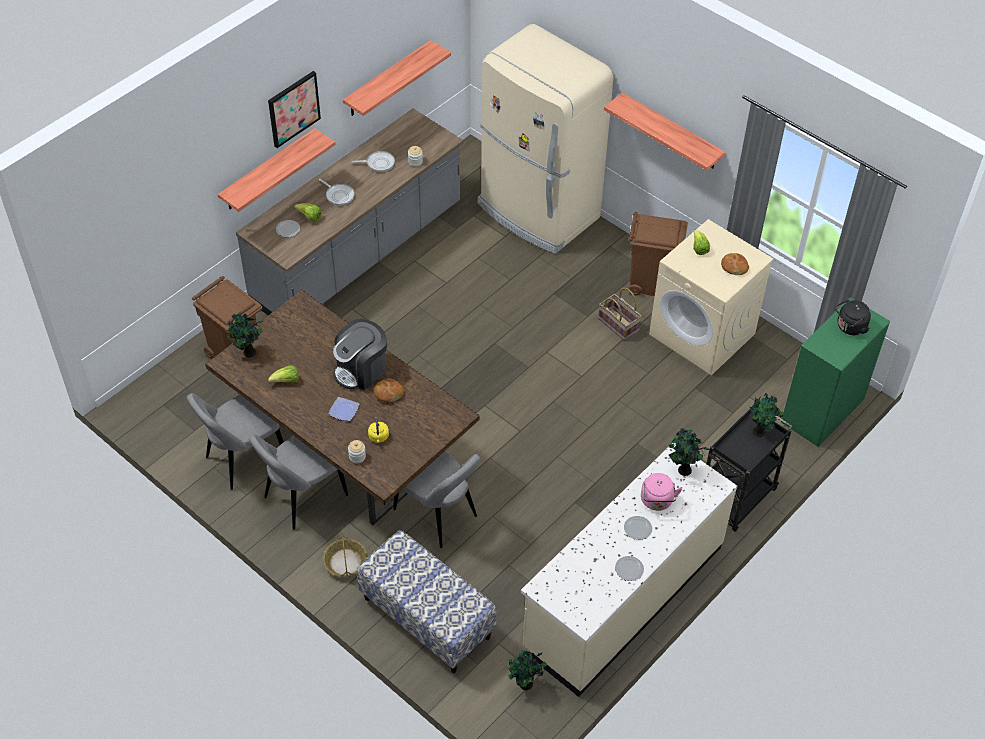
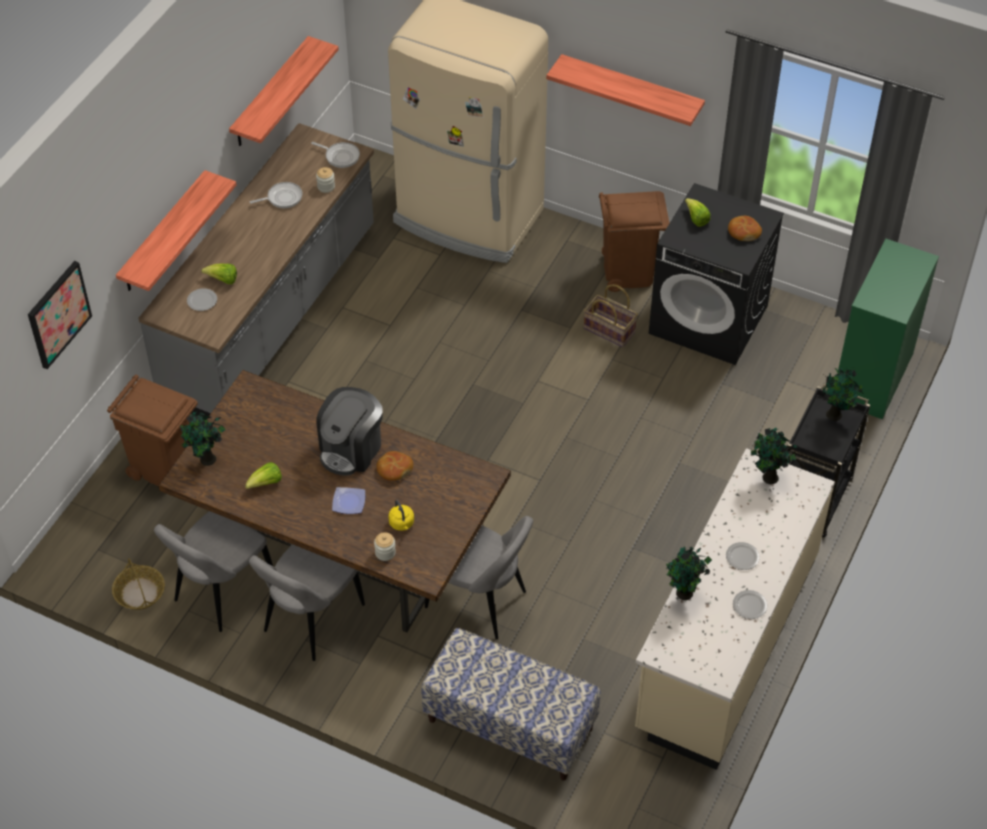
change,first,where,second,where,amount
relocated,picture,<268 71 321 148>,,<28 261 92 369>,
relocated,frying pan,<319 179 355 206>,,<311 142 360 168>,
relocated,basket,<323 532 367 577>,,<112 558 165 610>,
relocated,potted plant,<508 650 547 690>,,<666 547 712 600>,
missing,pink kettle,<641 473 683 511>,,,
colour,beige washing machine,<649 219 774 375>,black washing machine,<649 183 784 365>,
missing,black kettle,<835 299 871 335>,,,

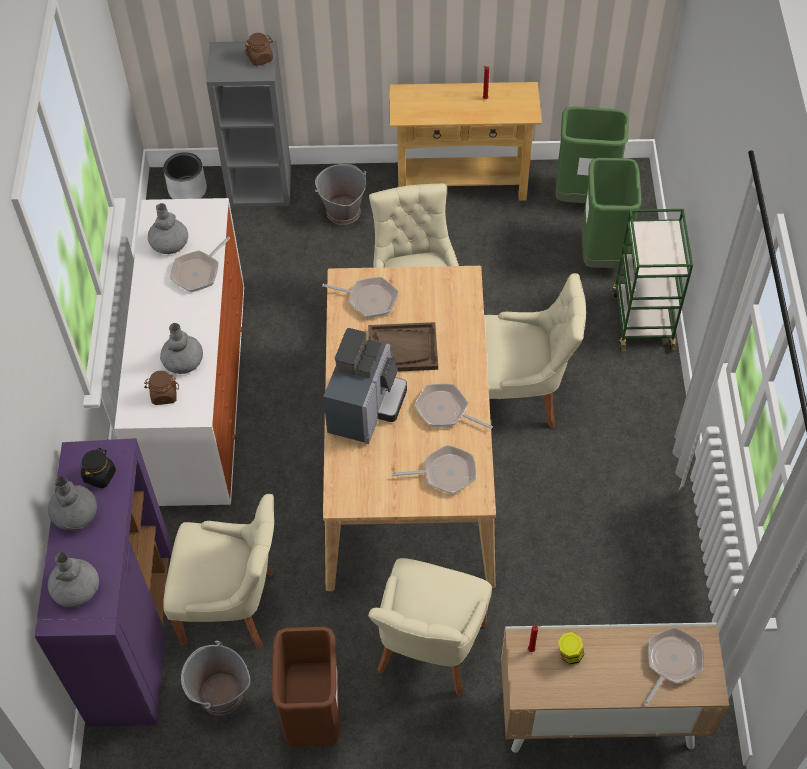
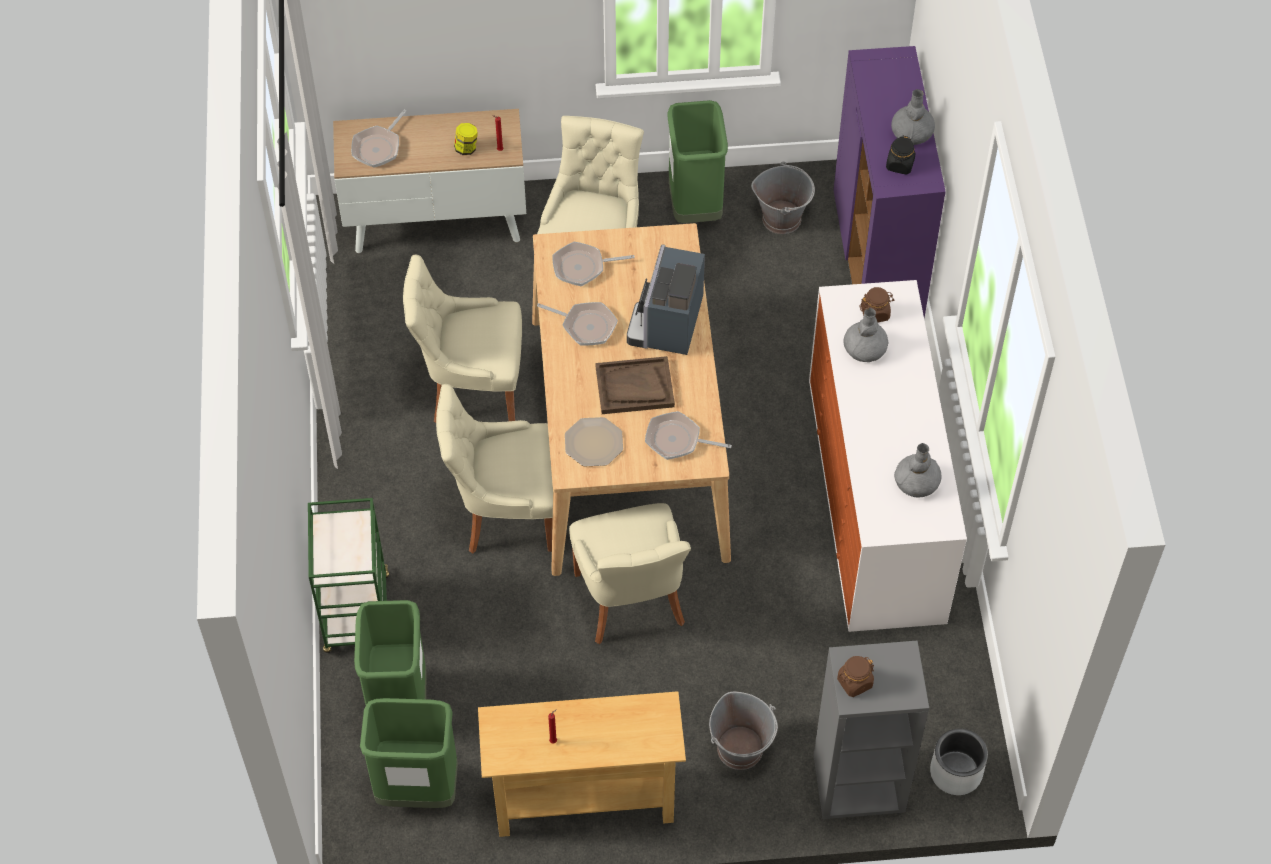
change,first,where,second,where,amount
missing,grey vase,<48 552 99 608>,,,
relocated,beige chair,<163 494 274 649>,,<403 255 522 423>,
missing,frying pan,<170 237 230 292>,,,
colour,brown trash can,<272 627 340 747>,green trash can,<668 100 728 223>,
appeared,,,plate,<565 417 623 466>,

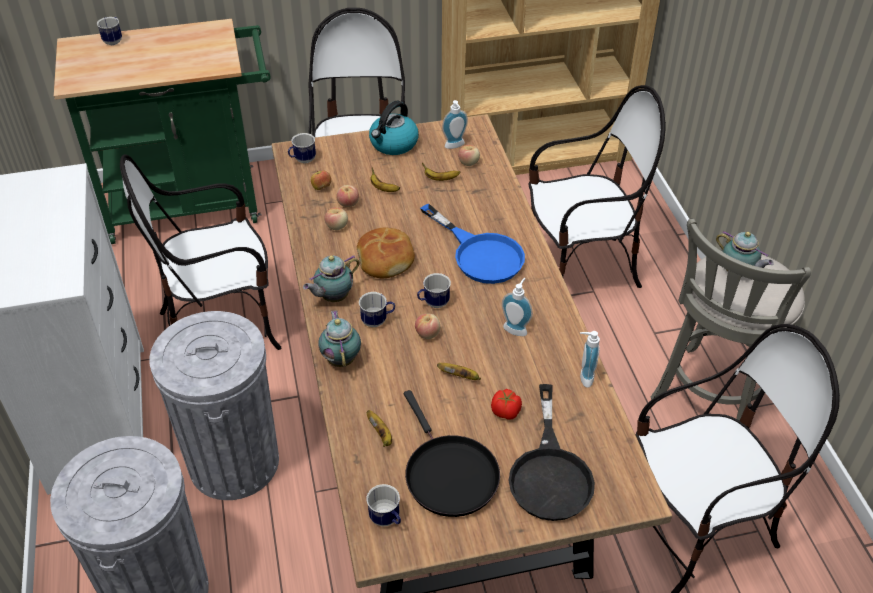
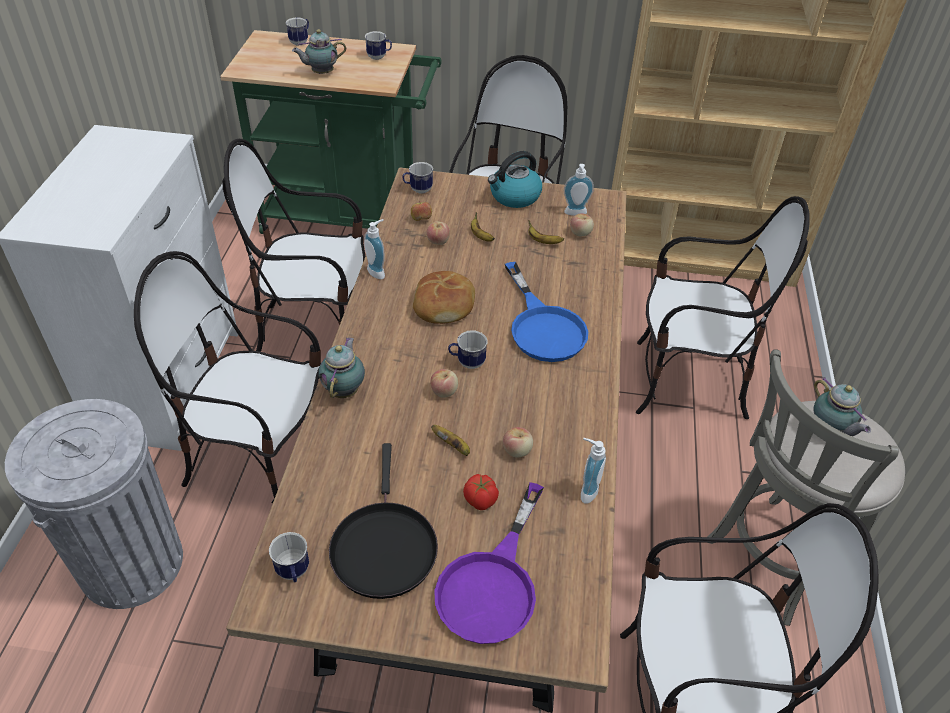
change,first,where,second,where,amount
exchanged,grey trash can,<149 311 279 500>,chair,<134 251 321 504>,
relocated,teapot,<303 255 360 302>,,<292 29 346 74>,
relocated,apple,<324 207 348 230>,,<503 427 533 458>,
relocated,mug,<359 292 395 327>,,<365 31 392 60>,
missing,banana,<367 410 392 447>,,,
relocated,soap dispenser,<502 278 533 336>,,<364 219 385 279>,
colour,black frying pan,<508 384 595 521>,purple frying pan,<434 482 544 644>,

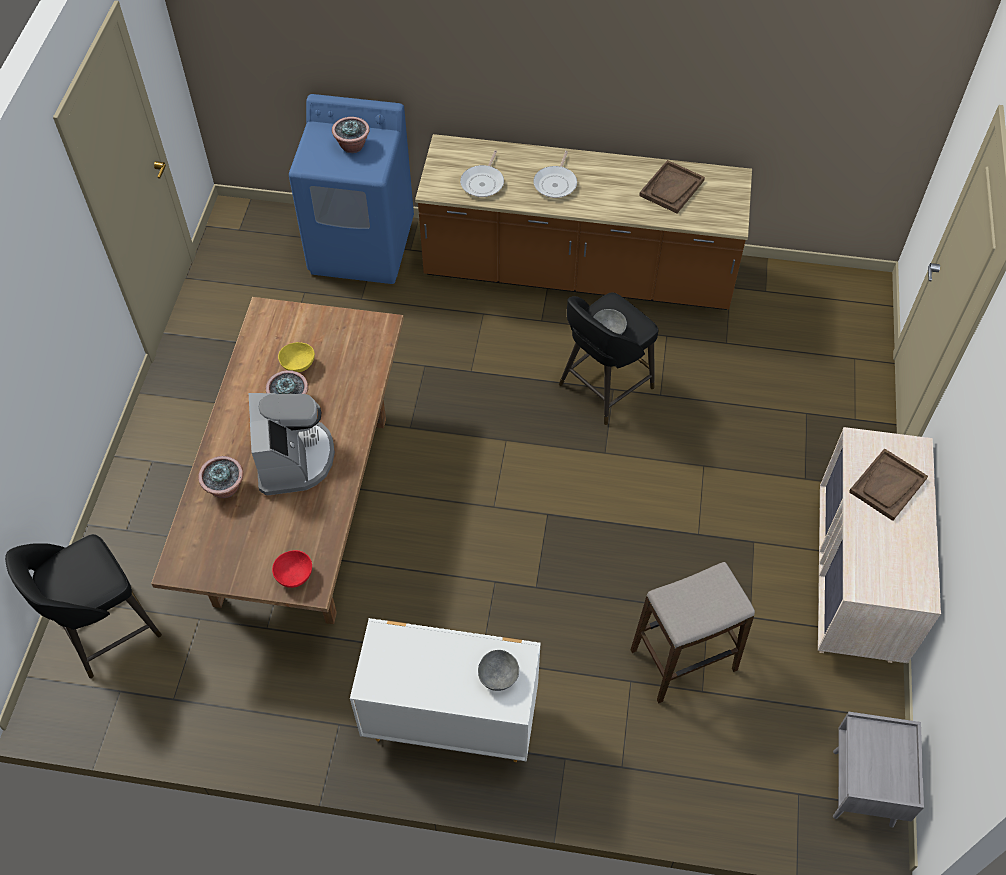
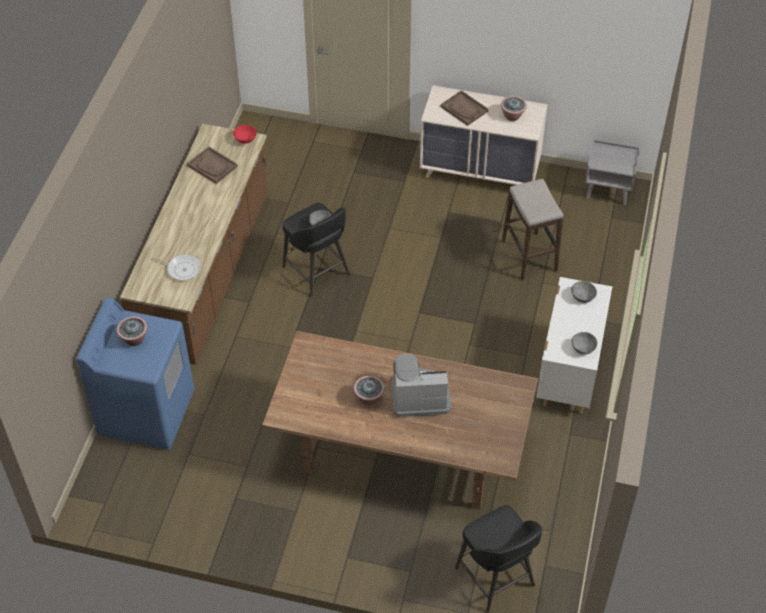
change,first,where,second,where,amount
relocated,potted plant,<198 456 243 498>,,<501 96 527 121>,
relocated,red bowl,<272 550 312 588>,,<233 125 257 144>,
missing,yellow bowl,<278 342 315 372>,,,
missing,frying pan,<533 151 577 198>,,,
appeared,,,grey bowl,<572 332 597 355>,

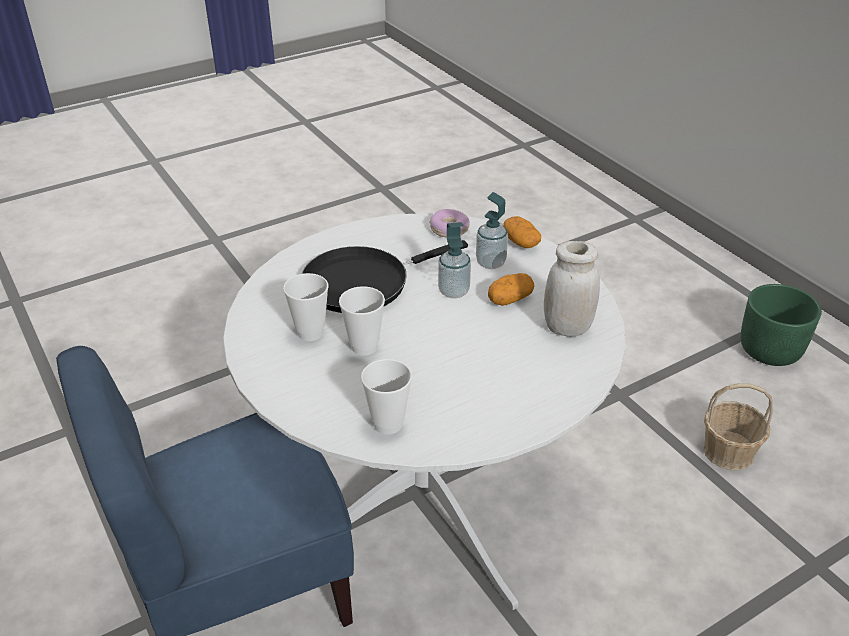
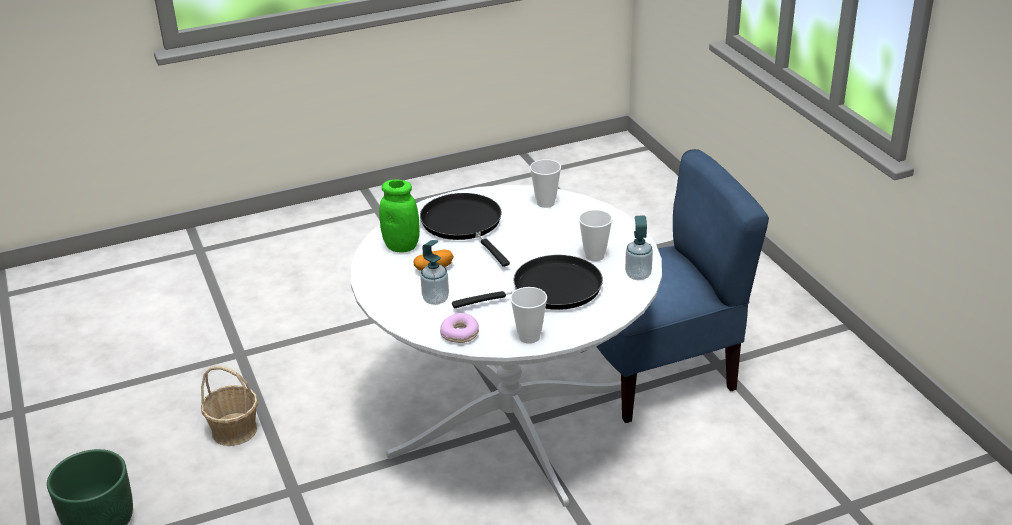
change,first,where,second,where,amount
relocated,cup,<339 286 385 356>,,<510 287 547 344>,
relocated,soap dispenser,<438 222 471 298>,,<625 216 653 280>,
missing,potato,<503 216 541 248>,,,
colour,white jar,<544 241 600 337>,green jar,<379 179 420 253>,
appeared,,,black frying pan,<420 193 510 267>,

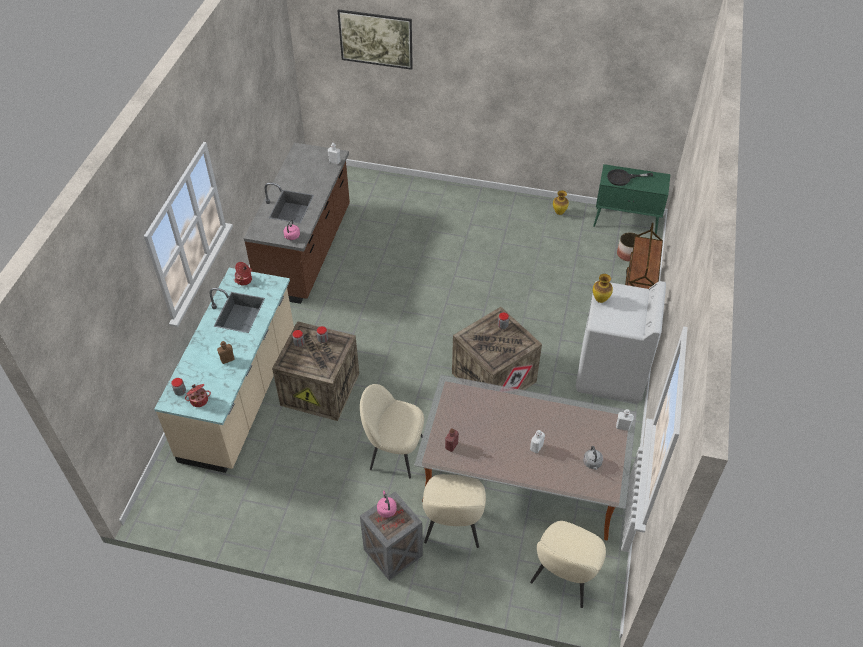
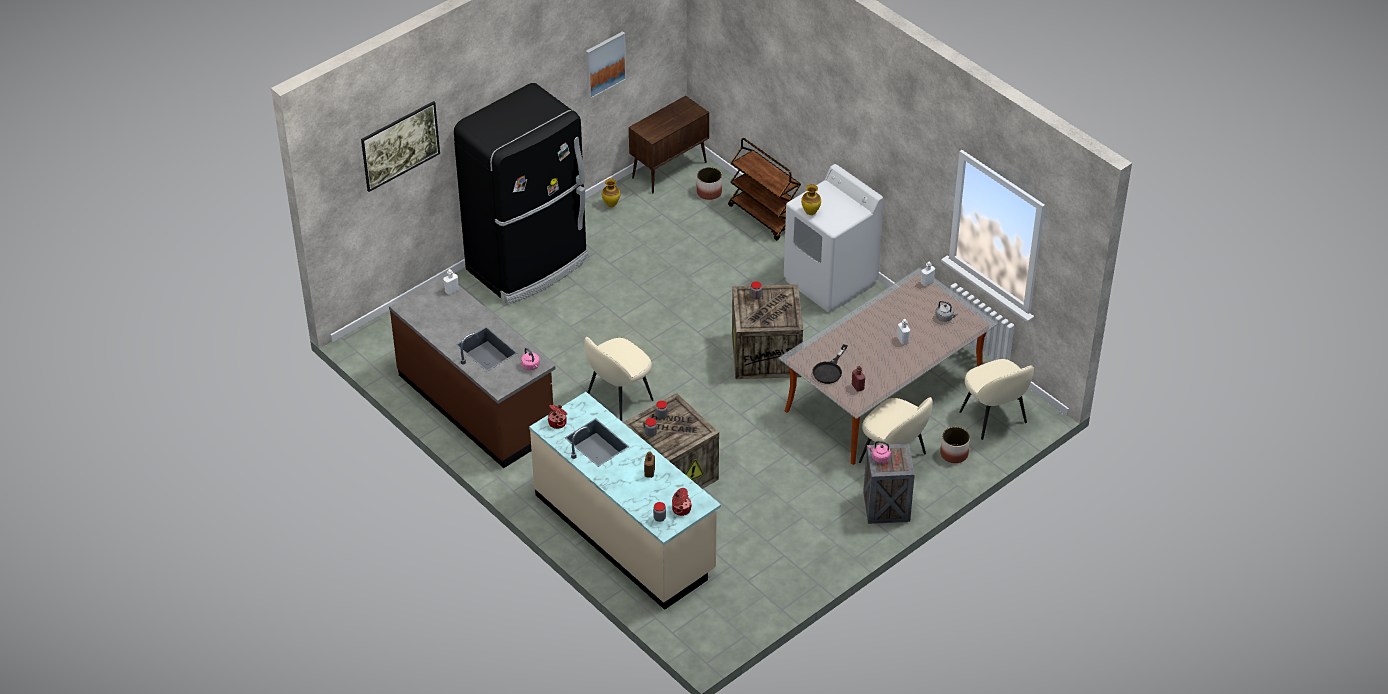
change,first,where,second,where,amount
relocated,beige chair,<360 384 424 478>,,<584 337 654 421>,
colour,green cabinet,<593 164 671 237>,brown cabinet,<629 96 709 194>,
relocated,black frying pan,<607 169 653 186>,,<812 344 848 384>,
appeared,,,black fridge,<454 83 588 304>,
appeared,,,picture,<586 31 626 99>,
appeared,,,planter,<940 427 970 463>,

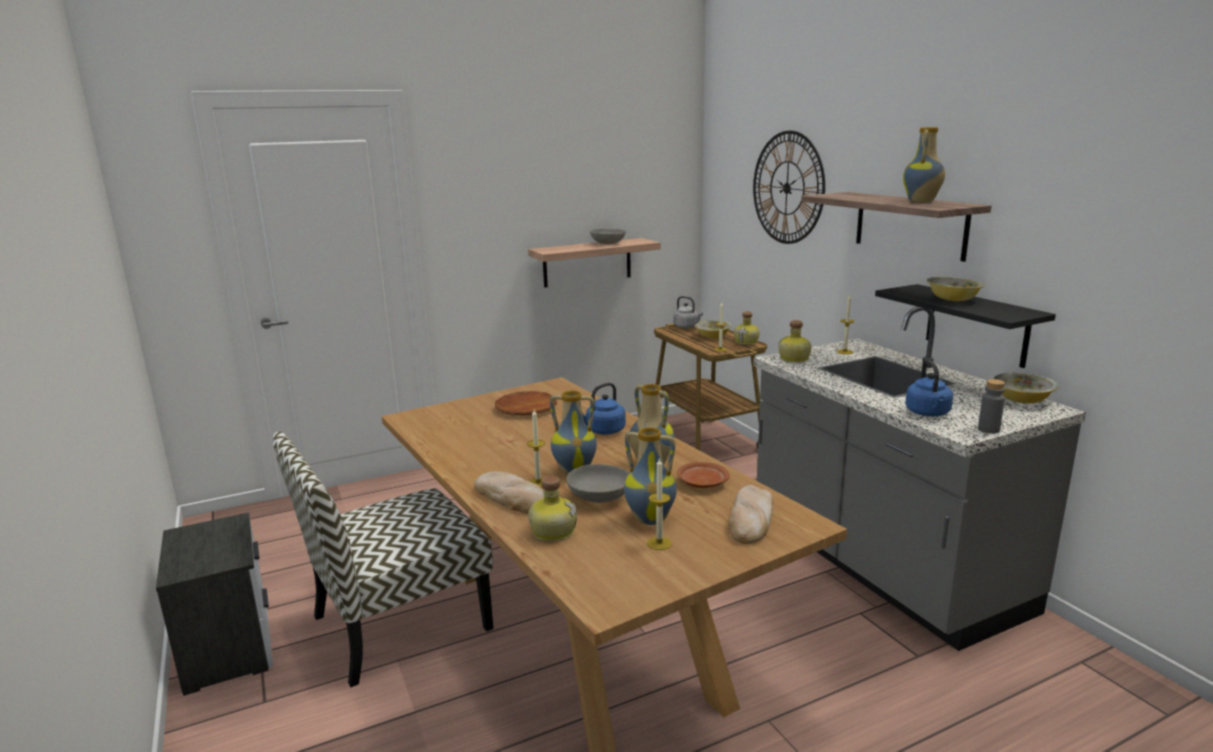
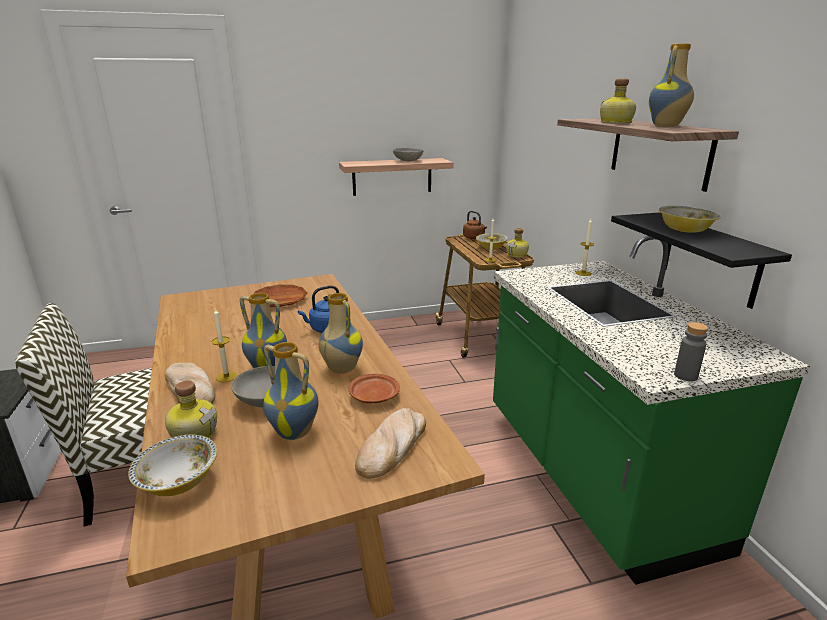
change,first,where,second,where,amount
missing,candle,<647 458 672 550>,,,
colour,grey kettle,<673 296 703 329>,brown kettle,<463 211 487 239>,
missing,wall clock,<753 131 825 244>,,,
colour,grey counter,<753 306 1086 651>,green counter,<493 235 810 585>,
relocated,bottle,<779 320 812 363>,,<600 79 636 124>,
missing,blue kettle,<905 360 953 417>,,,
relocated,bowl,<993 372 1058 403>,,<128 435 217 496>,

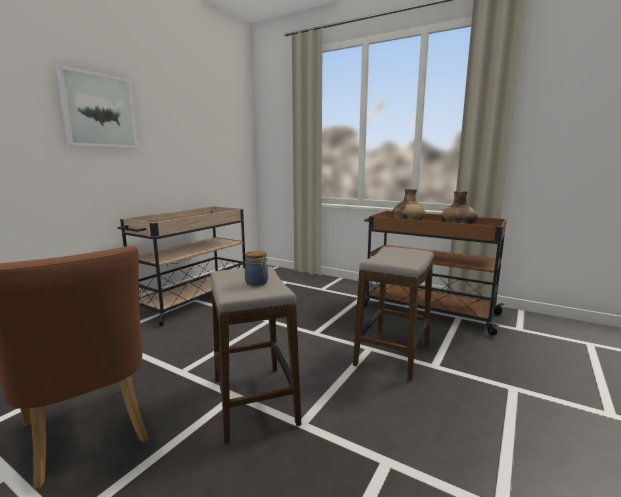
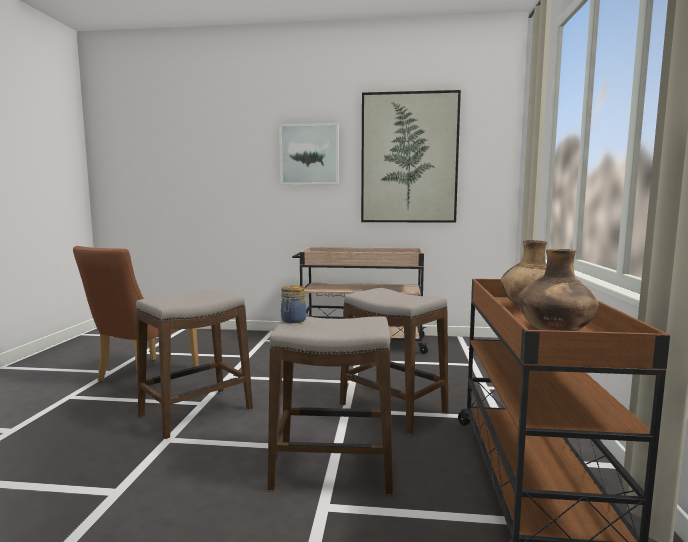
change,first,where,second,where,amount
relocated,jar,<245 251 268 286>,,<281 285 306 323>,
appeared,,,stool,<339 288 448 434>,
appeared,,,picture,<361 90 461 223>,

